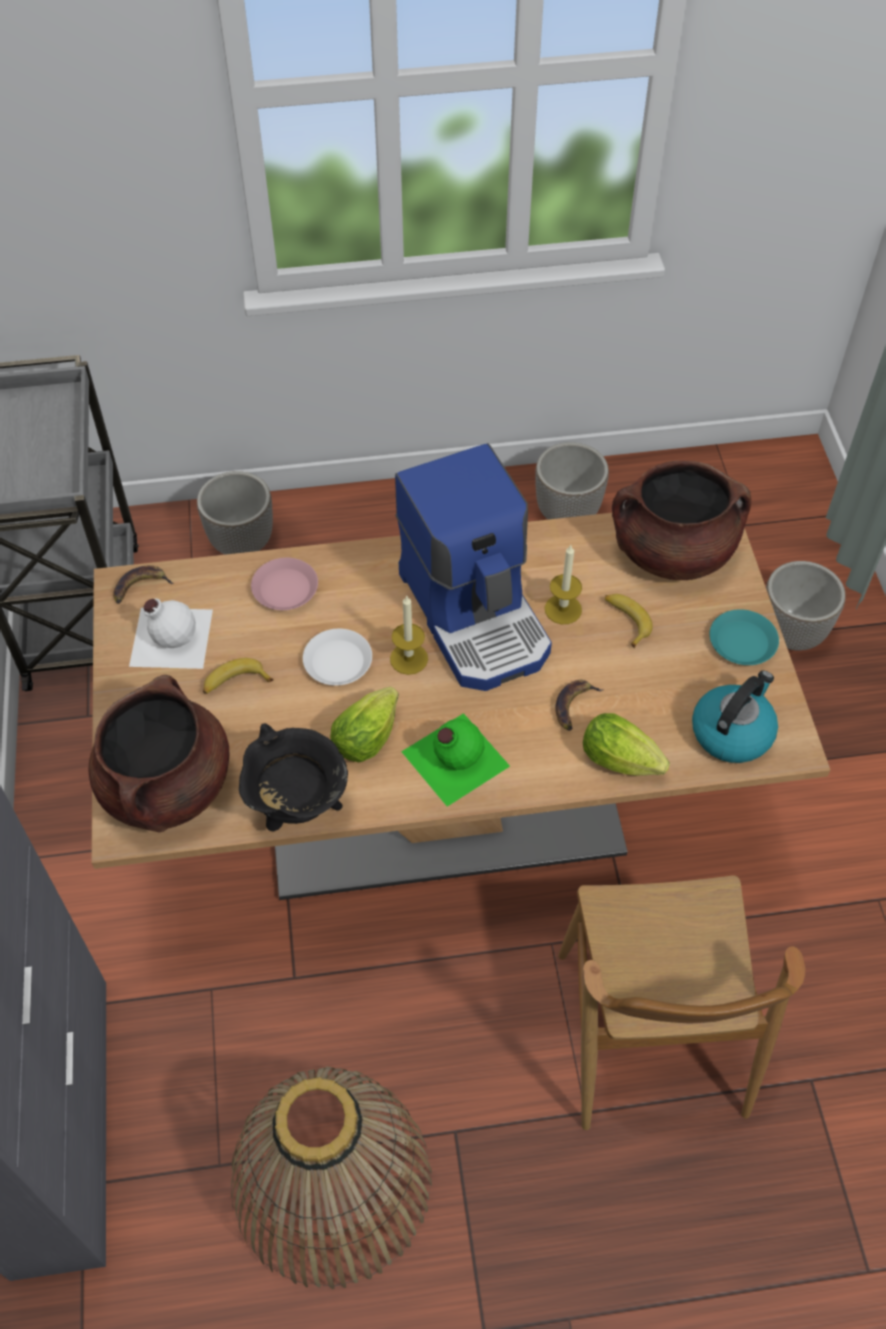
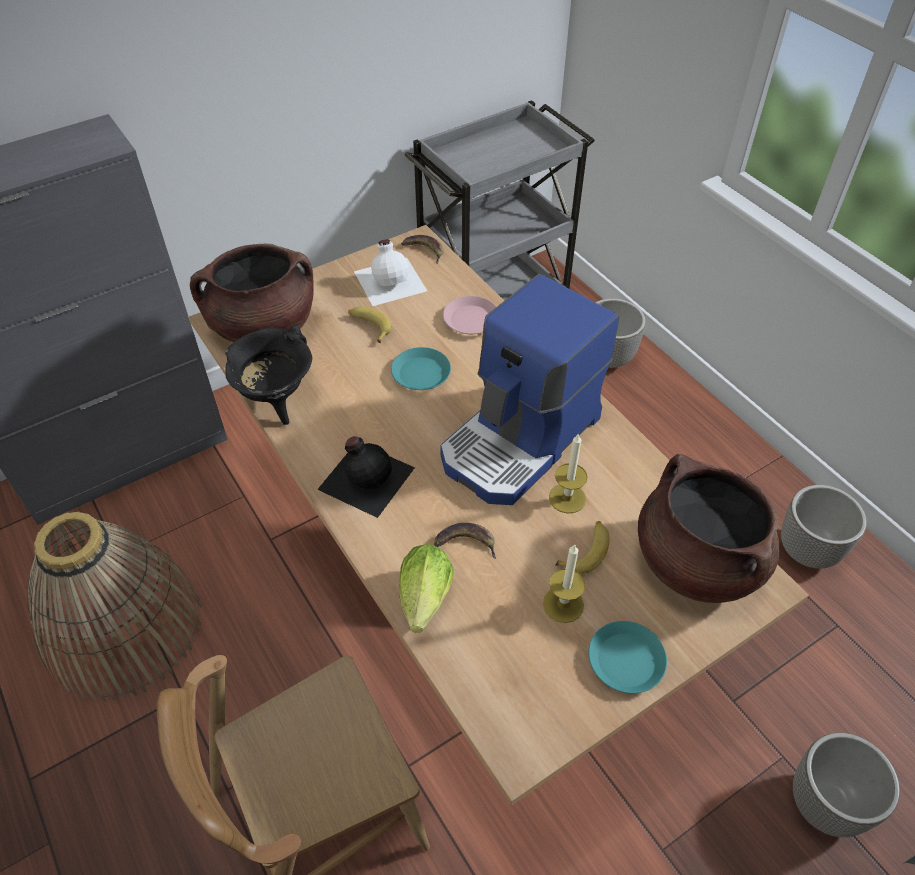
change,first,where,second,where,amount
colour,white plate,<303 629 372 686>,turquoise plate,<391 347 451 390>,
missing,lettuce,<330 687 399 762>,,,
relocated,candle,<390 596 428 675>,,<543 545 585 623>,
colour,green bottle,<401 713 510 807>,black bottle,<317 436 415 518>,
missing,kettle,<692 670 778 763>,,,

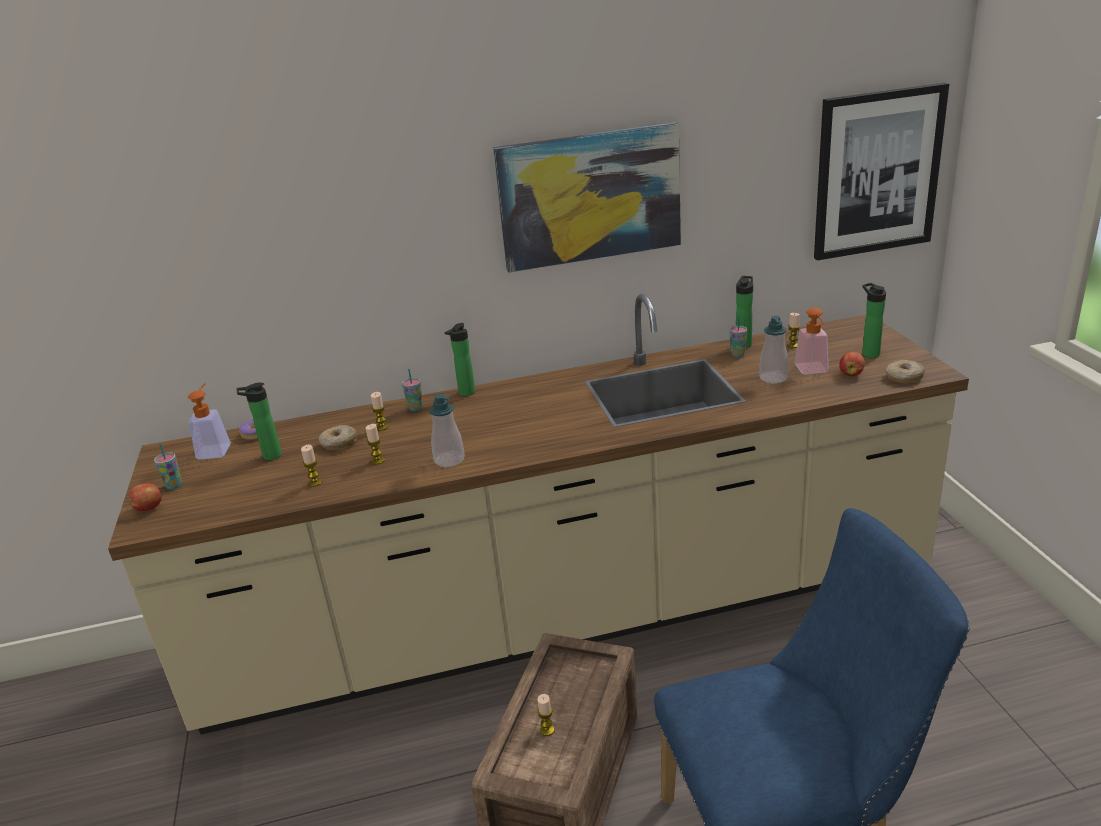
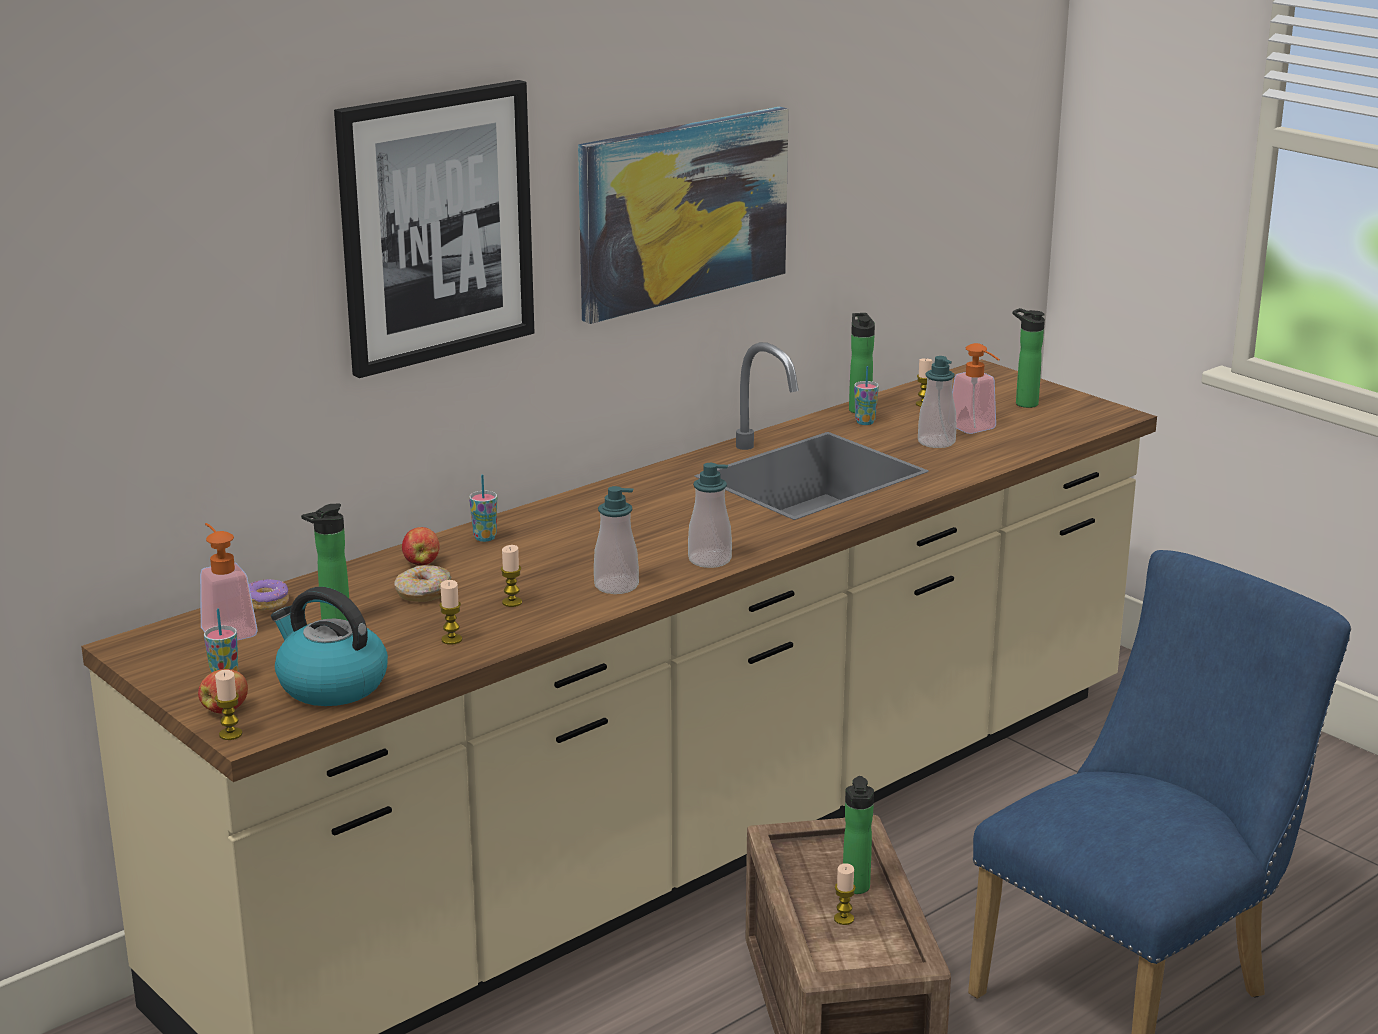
change,first,where,second,where,amount
relocated,candle,<371 392 388 431>,,<215 670 243 740>,
relocated,bottle,<445 323 475 396>,,<843 776 874 894>,
relocated,picture,<814 83 949 260>,,<334 80 534 378>,
relocated,apple,<839 352 865 376>,,<402 527 440 565>,
missing,donut,<886 360 925 383>,,,
appeared,,,kettle,<271 587 388 706>,
appeared,,,soap dispenser,<688 463 732 568>,

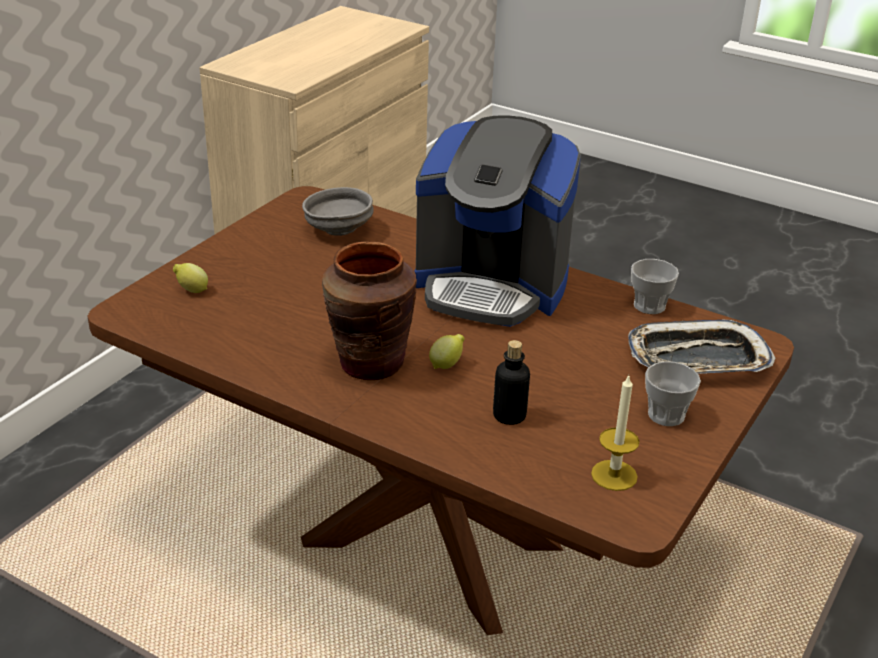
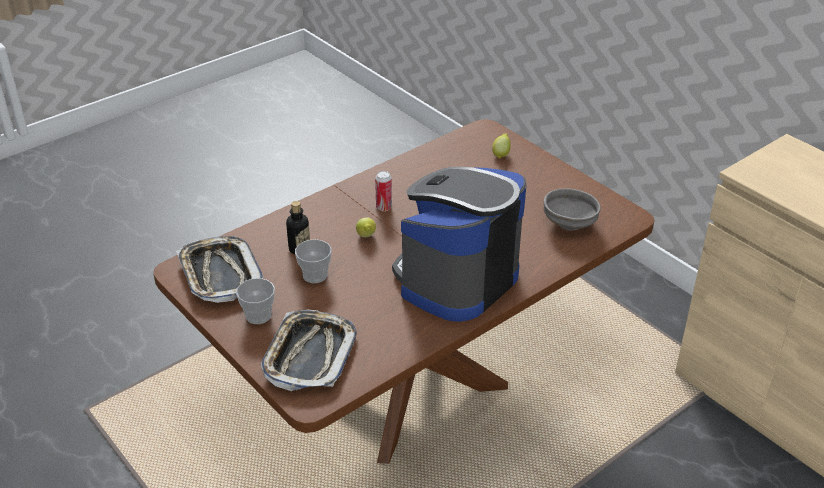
change,first,where,second,where,amount
exchanged,brown vase,<322 242 417 380>,can,<375 171 392 211>,
exchanged,candle,<591 375 640 491>,tray,<176 236 263 303>,
relocated,cup,<631 259 679 314>,,<295 239 332 283>,

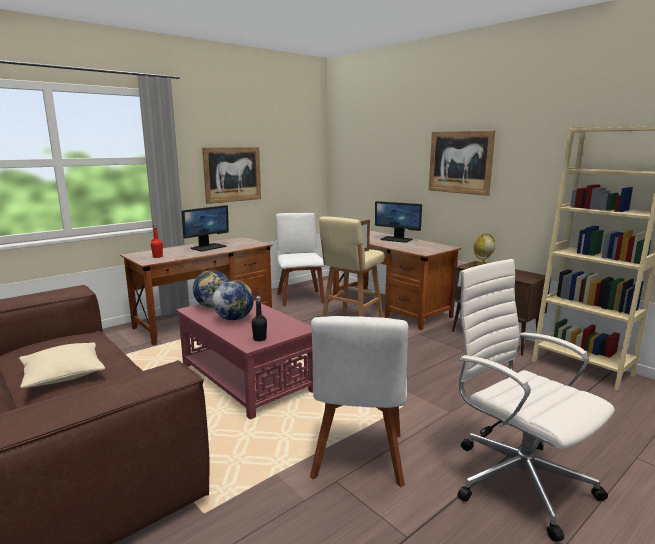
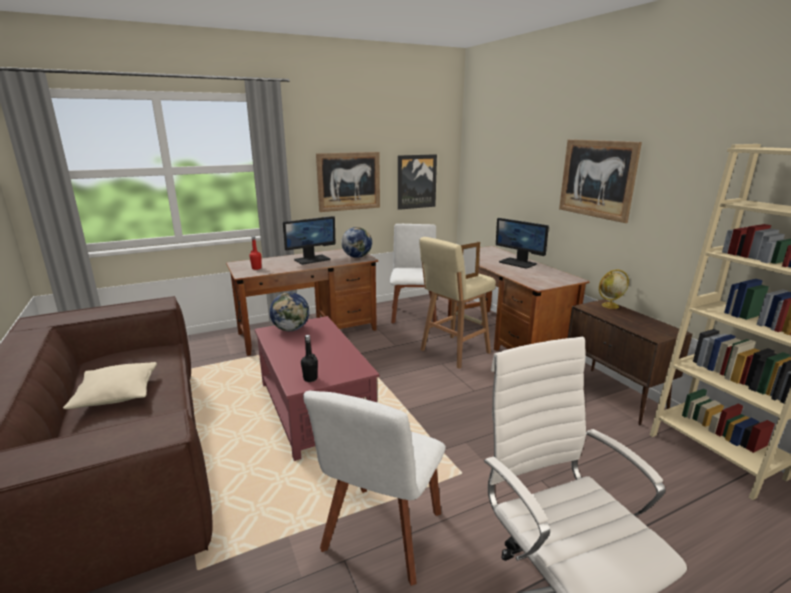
change,first,where,second,where,amount
relocated,globe,<212 280 254 320>,,<341 227 372 258>,
appeared,,,picture,<398 154 437 210>,

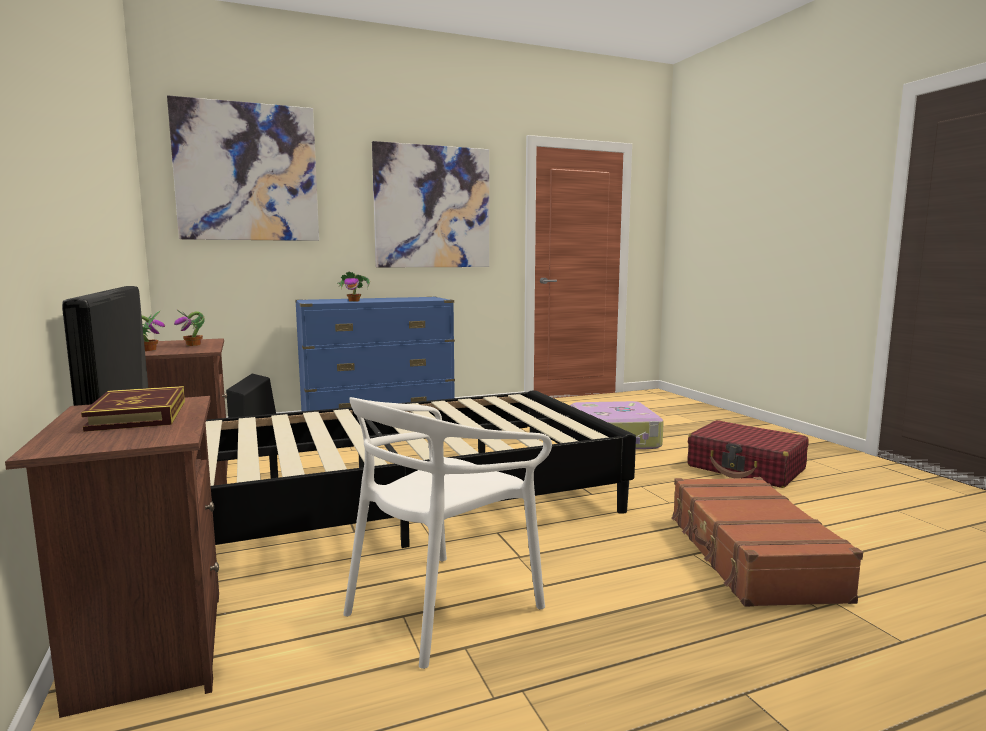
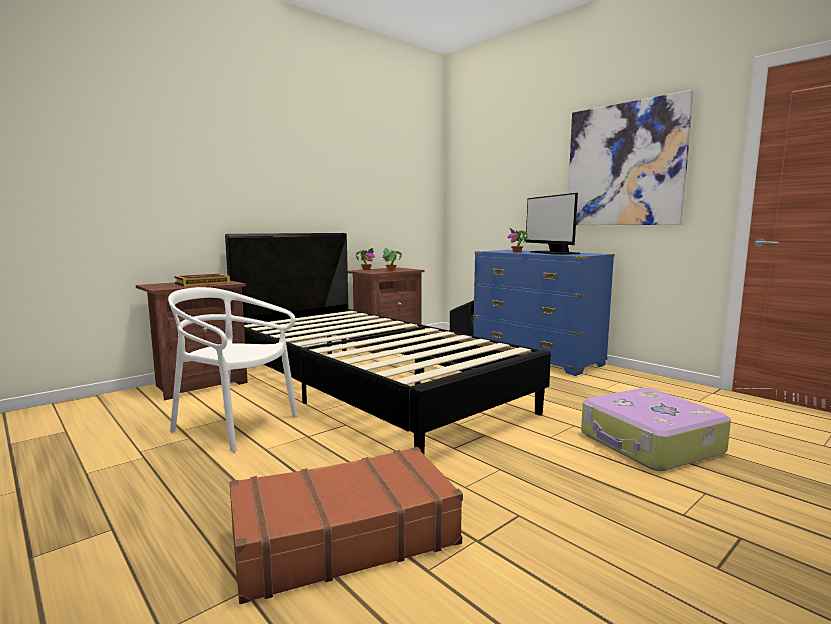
change,first,where,second,where,amount
missing,picture,<167 95 319 241>,,,
missing,red suitcase,<687 420 809 488>,,,
appeared,,,monitor,<525 193 580 255>,

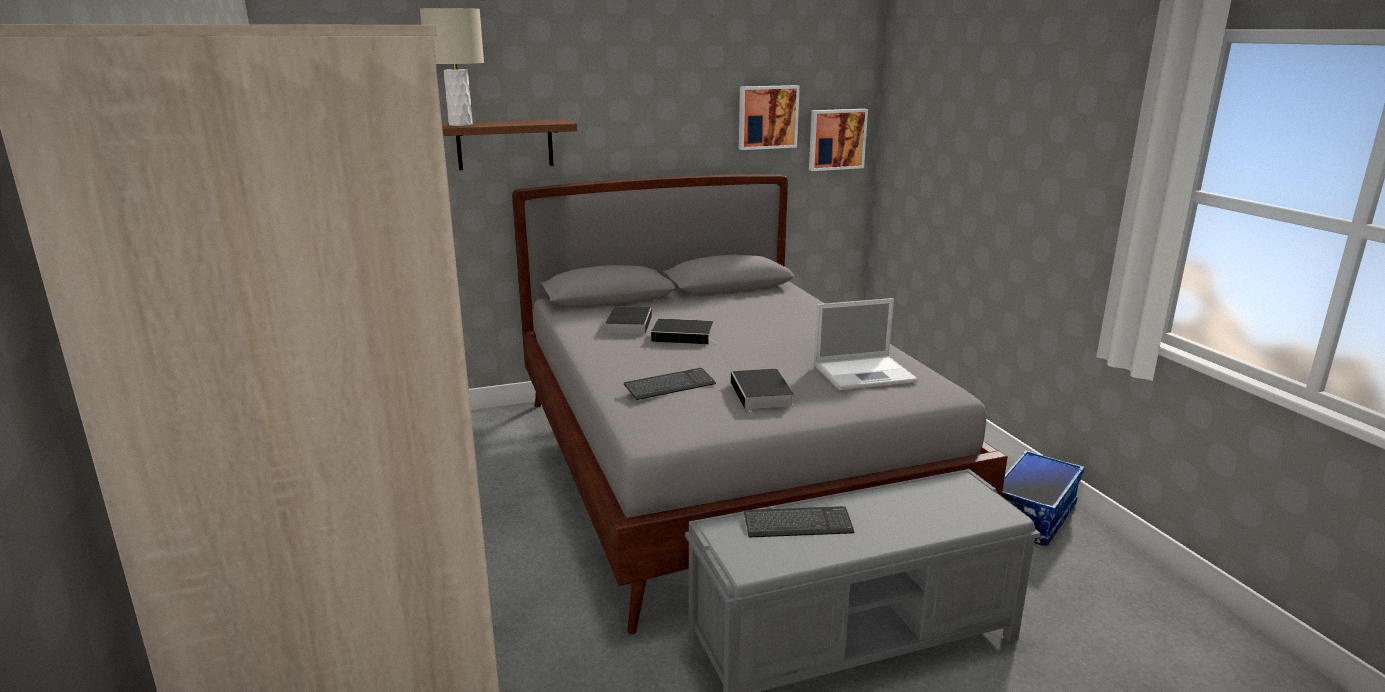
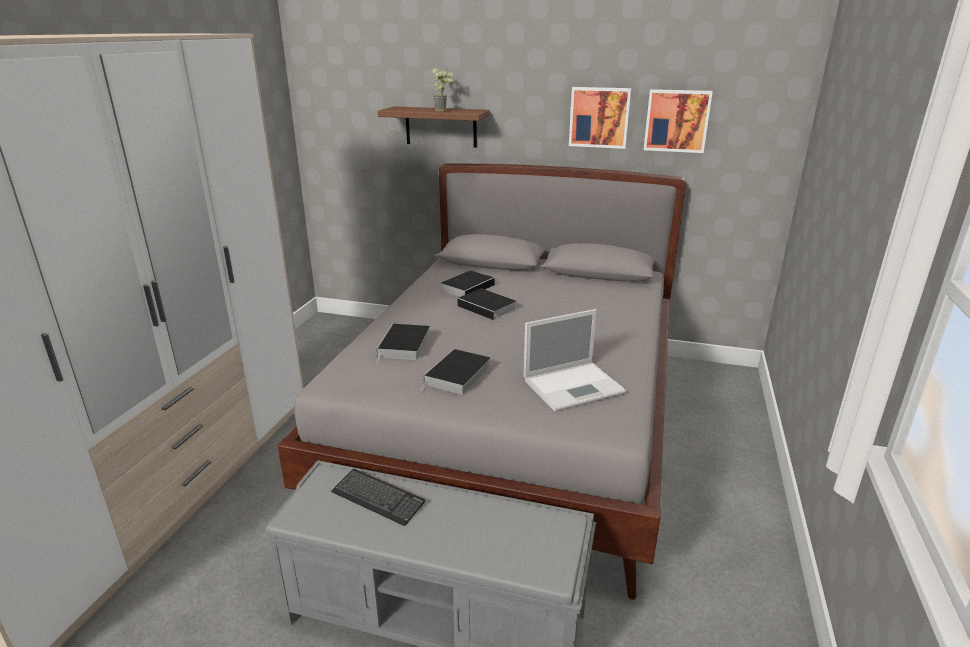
change,first,where,second,where,amount
missing,beige table lamp,<420 8 484 126>,,,
exchanged,keyboard,<624 368 716 400>,book,<376 324 430 363>,
relocated,picture,<809 109 868 171>,,<569 87 631 149>,
spun,laptop,<814 298 918 390>,,<523 309 627 412>,45 degrees counterclockwise
missing,storage box,<1002 450 1085 546>,,,
appeared,,,potted plant,<432 68 454 111>,

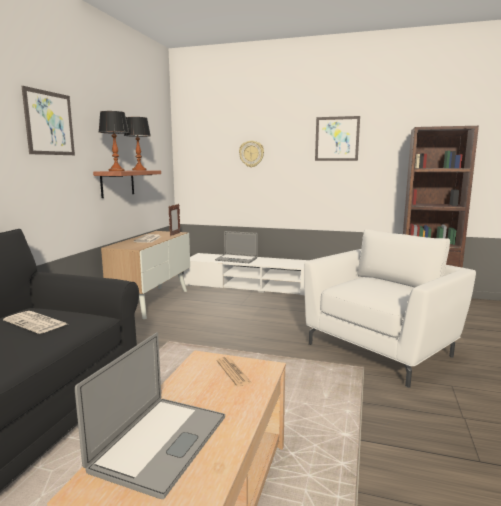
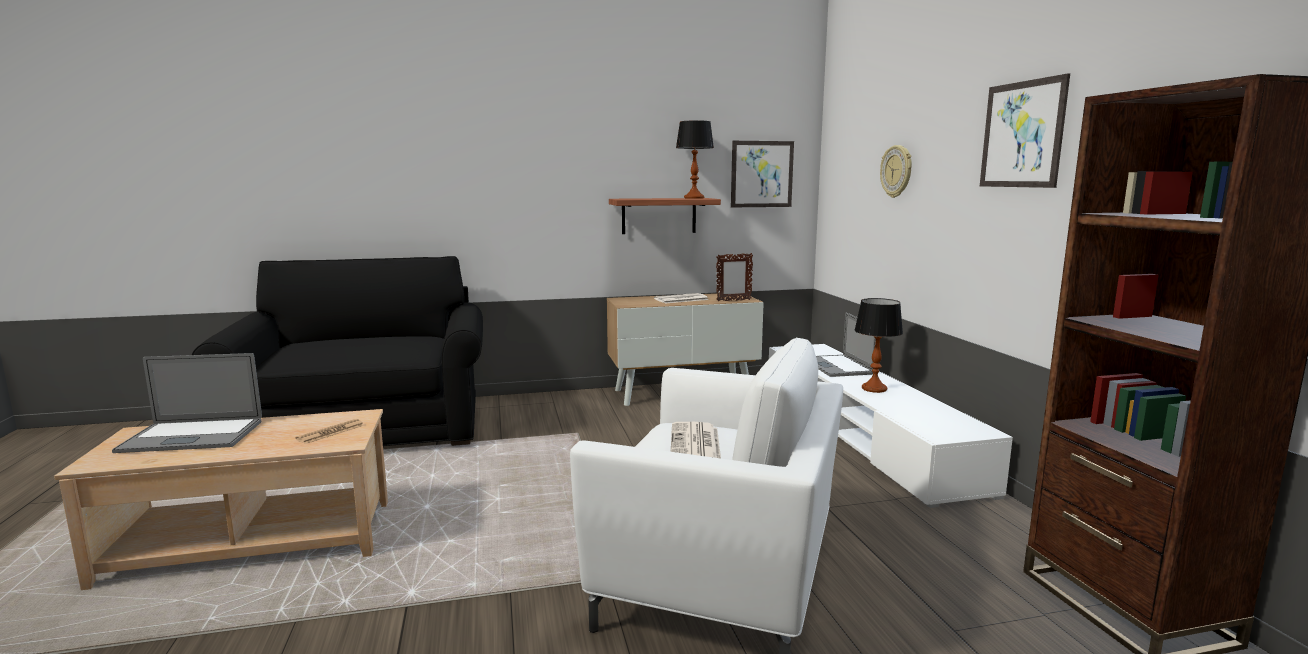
change,first,where,second,where,amount
relocated,newspaper,<3 311 67 334>,,<671 422 721 458>,
relocated,picture,<21 86 75 155>,,<731 141 794 207>,
relocated,table lamp,<99 111 129 171>,,<855 298 903 393>,

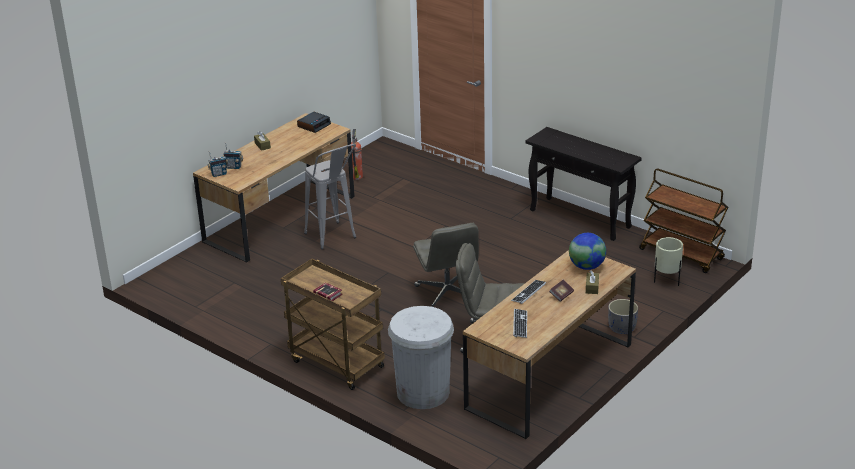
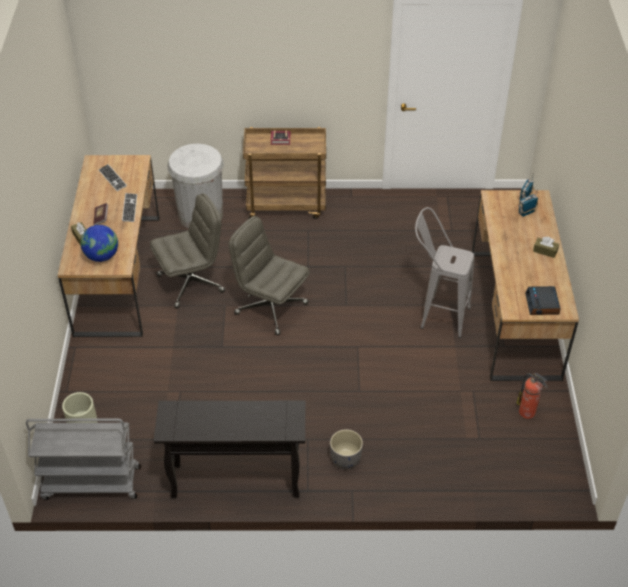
change,first,where,second,where,amount
relocated,grey planter,<608 299 638 334>,,<330 429 363 469>,
colour,brown cart,<639 168 728 273>,grey cart,<26 419 141 500>,

